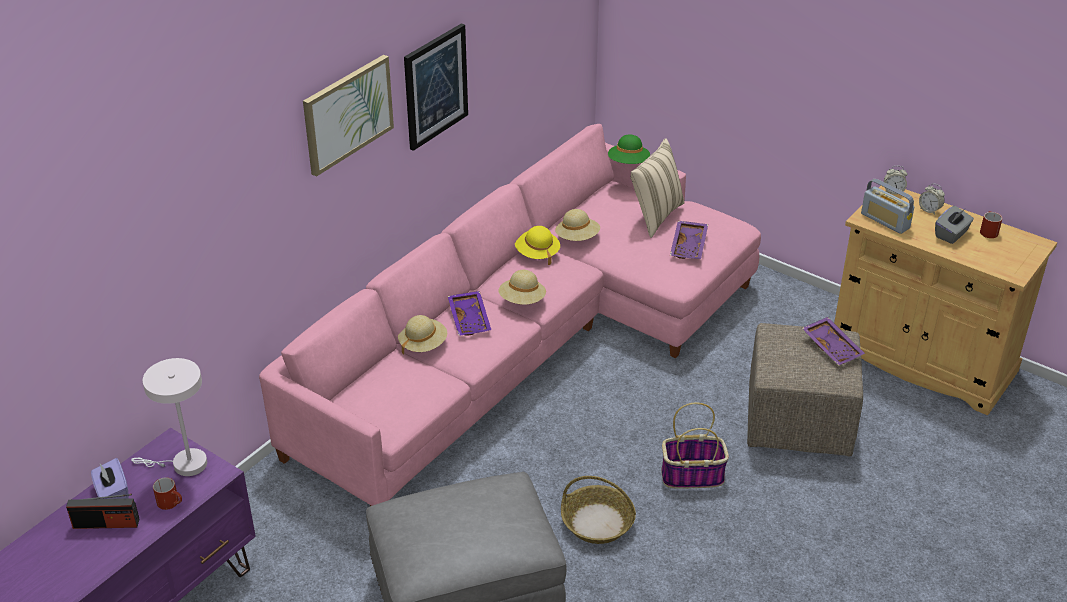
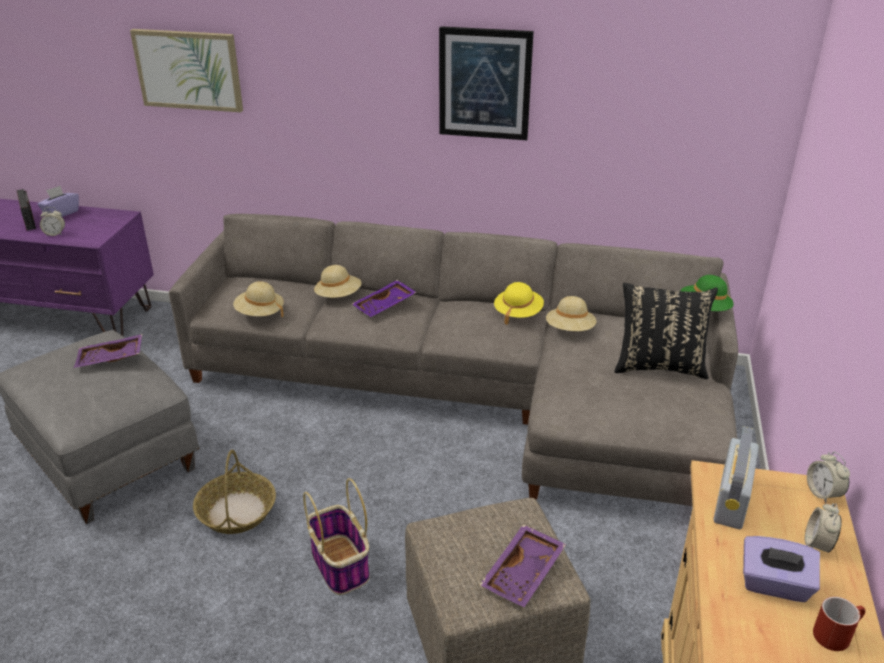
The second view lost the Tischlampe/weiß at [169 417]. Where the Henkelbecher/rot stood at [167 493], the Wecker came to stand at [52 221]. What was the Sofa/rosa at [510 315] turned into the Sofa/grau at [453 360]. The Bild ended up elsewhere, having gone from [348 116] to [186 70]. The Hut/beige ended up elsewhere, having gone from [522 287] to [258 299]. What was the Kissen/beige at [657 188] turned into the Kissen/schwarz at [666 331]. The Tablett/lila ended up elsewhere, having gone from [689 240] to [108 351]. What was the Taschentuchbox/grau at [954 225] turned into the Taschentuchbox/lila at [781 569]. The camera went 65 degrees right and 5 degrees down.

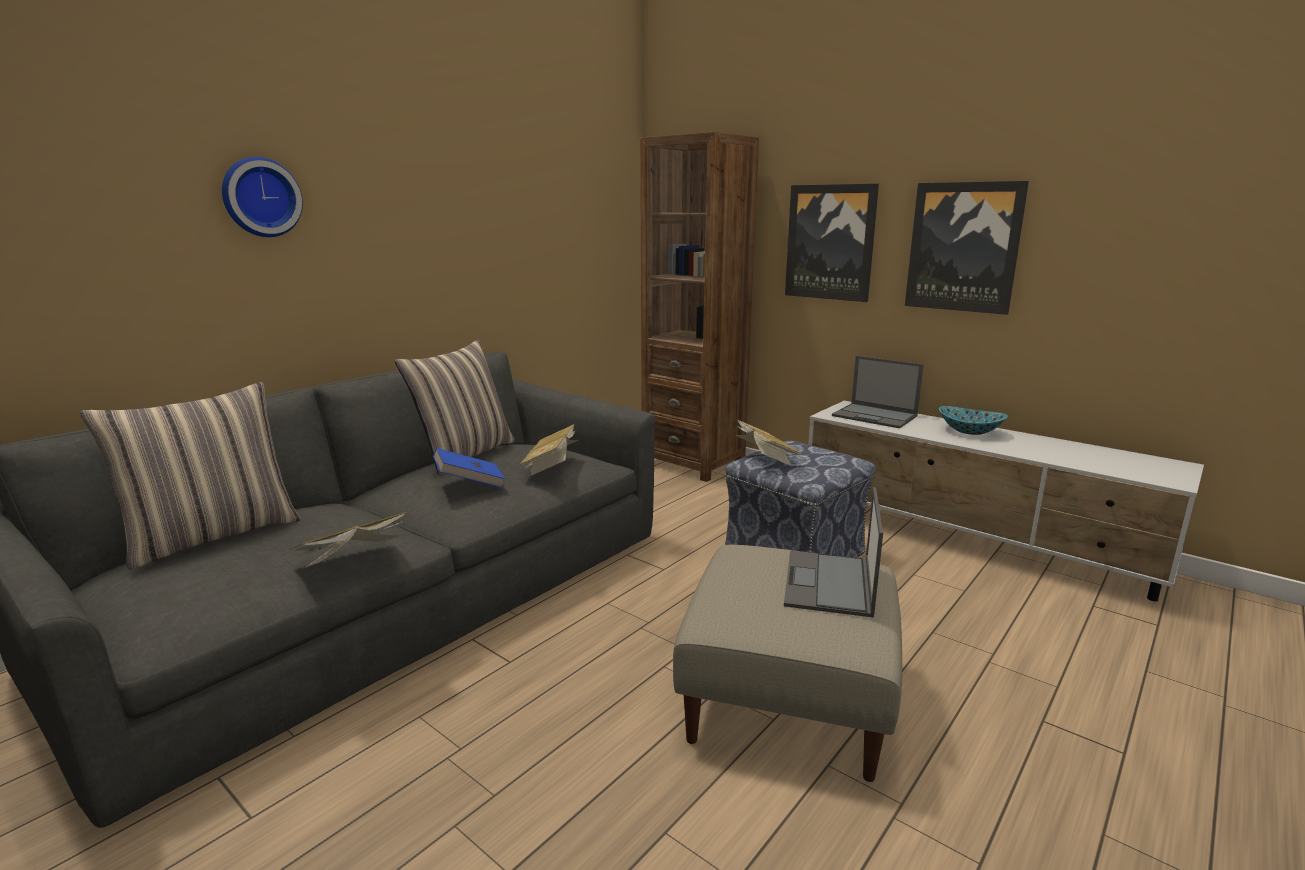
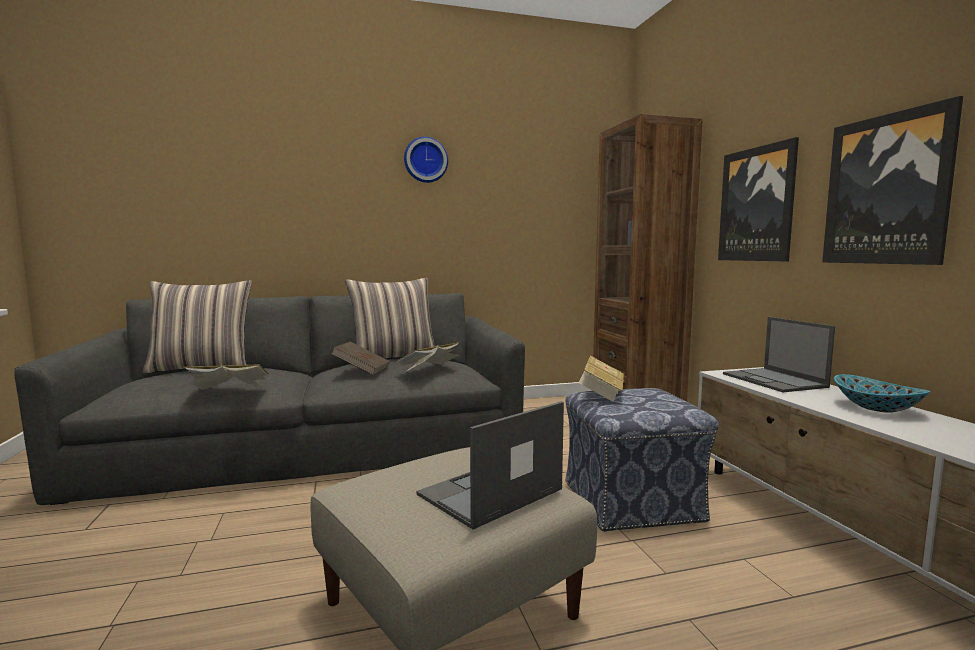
The Wanduhr ended up elsewhere, having gone from [262 197] to [426 160]. What was the Buch/blau at [469 468] turned into the Buch/braun at [360 358]. The camera went 35 degrees right and 10 degrees down.

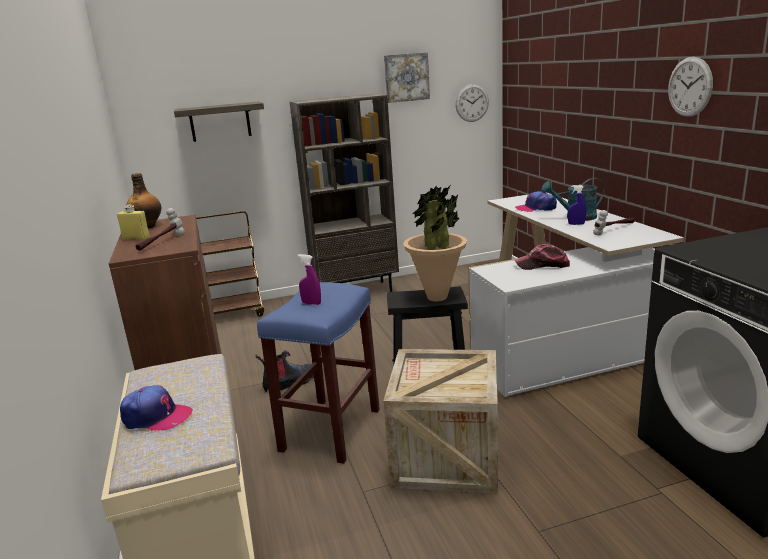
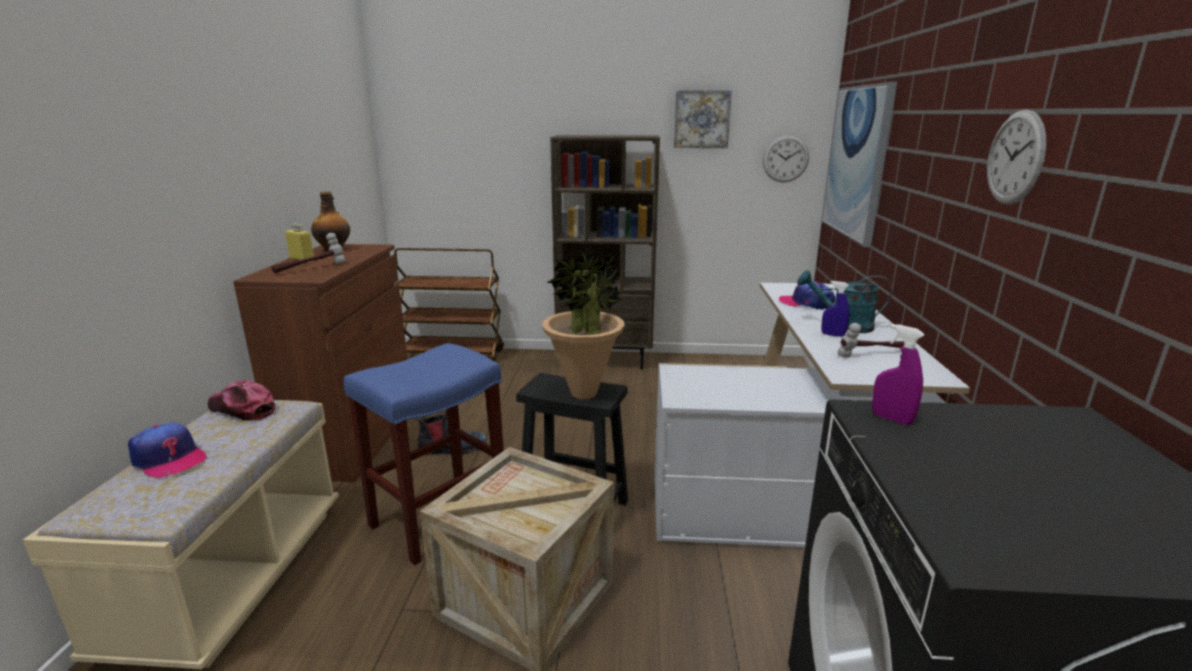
The second view lost the Wandregal at [219 121]. The Sprühflasche/lila ended up elsewhere, having gone from [309 279] to [898 374]. The Kappe ended up elsewhere, having gone from [542 257] to [241 400]. The second view gained the Bild at [859 164]. The camera went 20 degrees right and 0 degrees up.

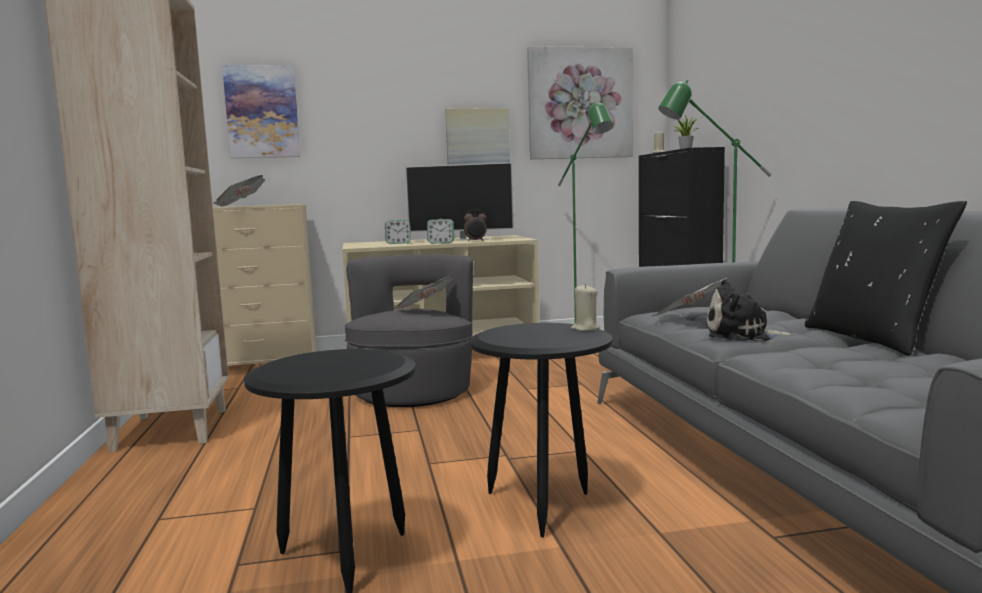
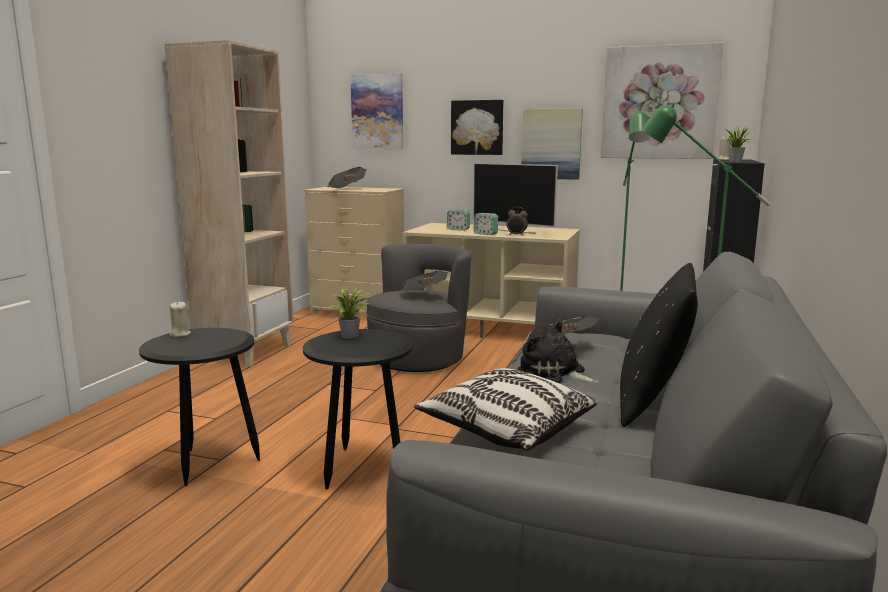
The Kerze/beige ended up elsewhere, having gone from [585 307] to [180 319]. The second view gained the Topfpflanze at [351 313]. The second view gained the Kissen at [506 409]. The second view gained the Bild at [477 127]. The camera went 30 degrees right and 5 degrees up.

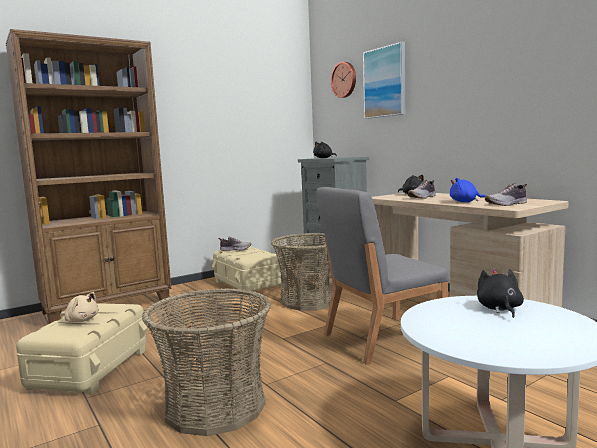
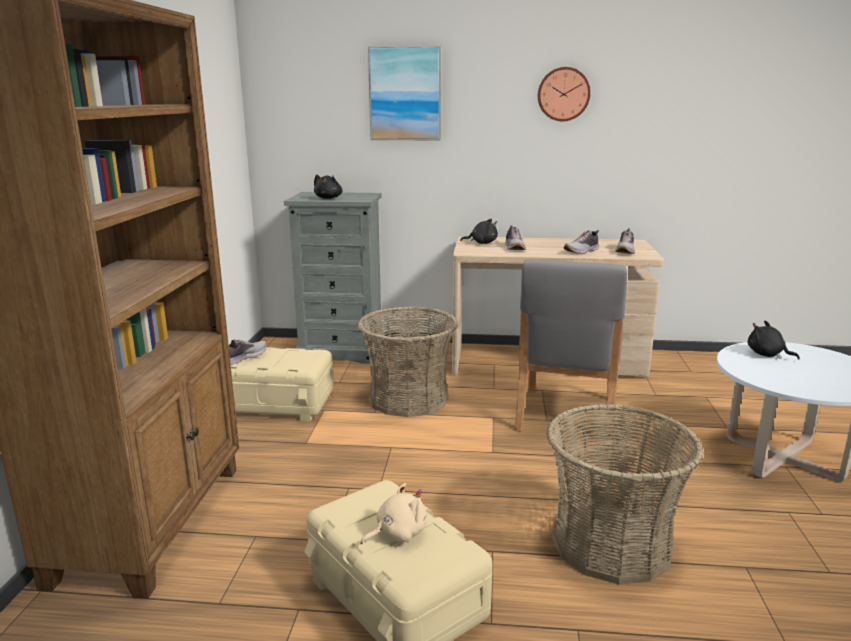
The Wanduhr ended up elsewhere, having gone from [343 80] to [564 94]. Where the Plüschtier/blau stood at [468 190], the Schuh came to stand at [581 242]. The camera went 50 degrees left and 10 degrees up.

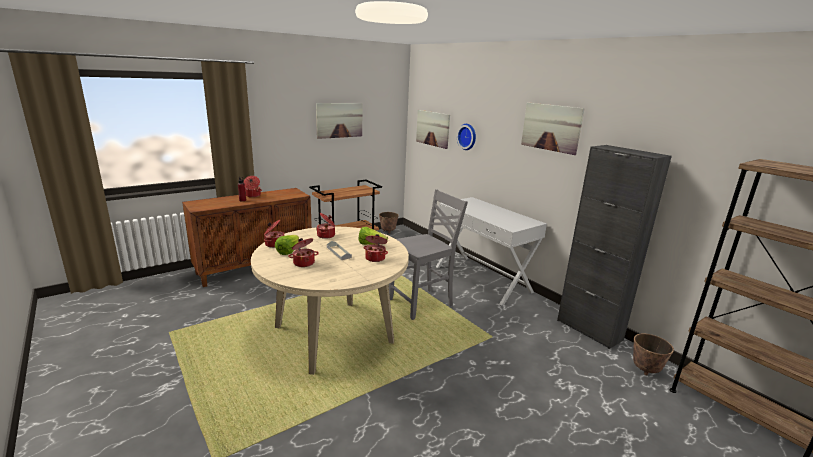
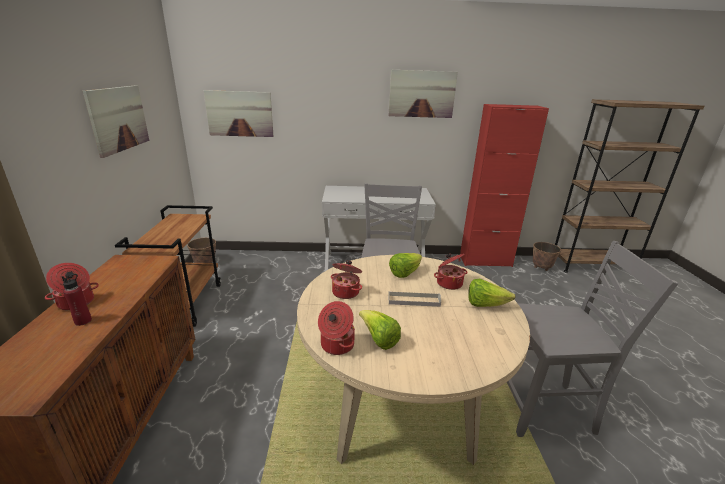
The second view lost the Kochtopf at [303 252]. The second view lost the Wanduhr at [466 137]. What was the Schrank/schwarz at [614 247] turned into the Schrank/rot at [504 185]. The second view gained the Salatkopf at [492 293]. The second view gained the Stuhl/grau at [592 339]. The camera went 55 degrees left and 5 degrees up.

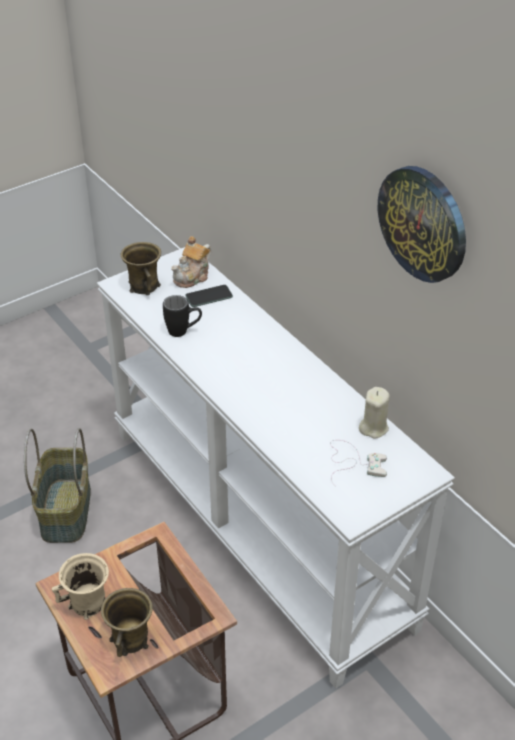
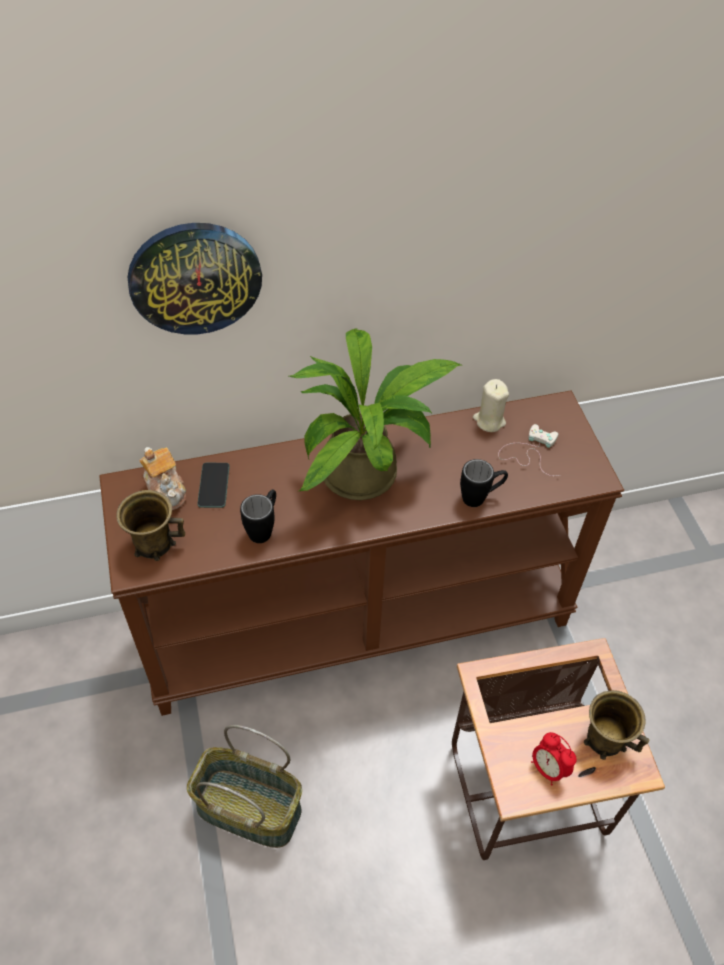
Where the Henkelbecher/beige stood at [80 586], the Wecker came to stand at [554 759]. What was the Konsolentisch/weiß at [276 467] turned into the Konsolentisch/braun at [361 553]. The Wanduhr ended up elsewhere, having gone from [422 224] to [195 278]. The second view gained the Topfpflanze at [375 414]. The second view gained the Henkelbecher/schwarz at [484 483]. The camera went 70 degrees left and 10 degrees up.

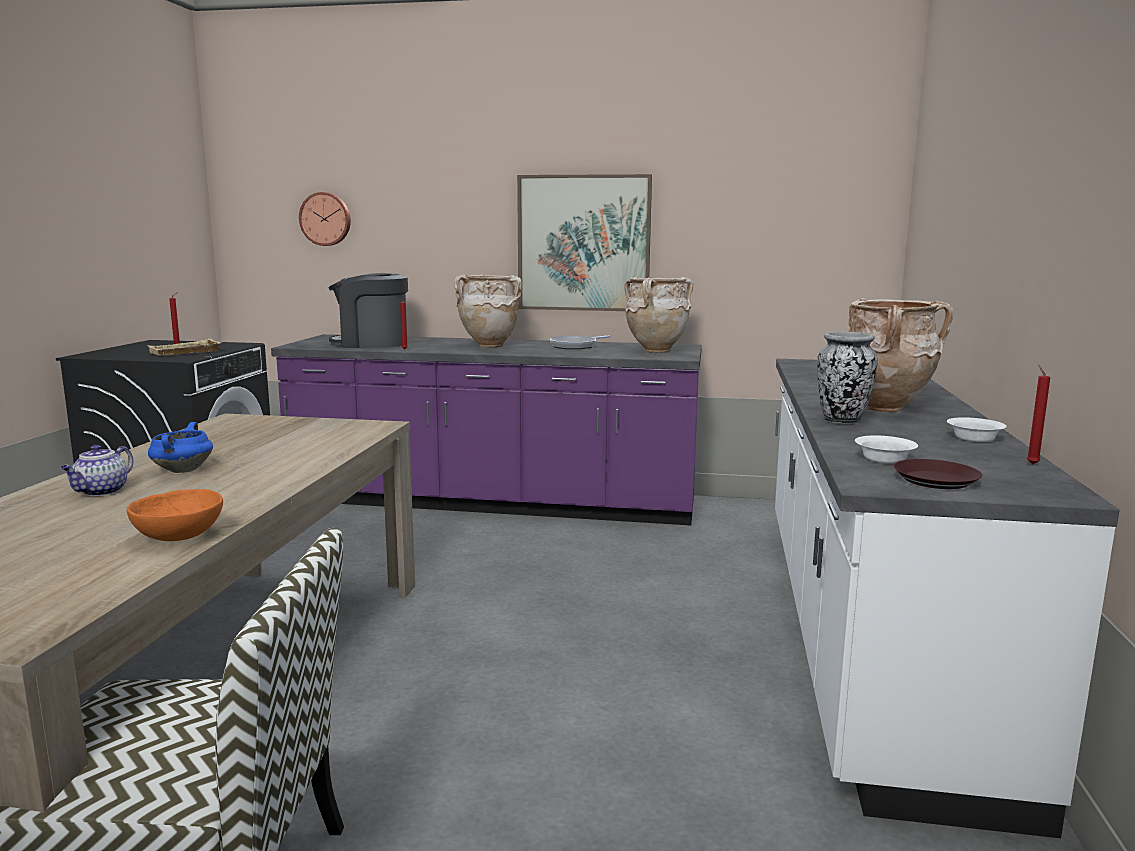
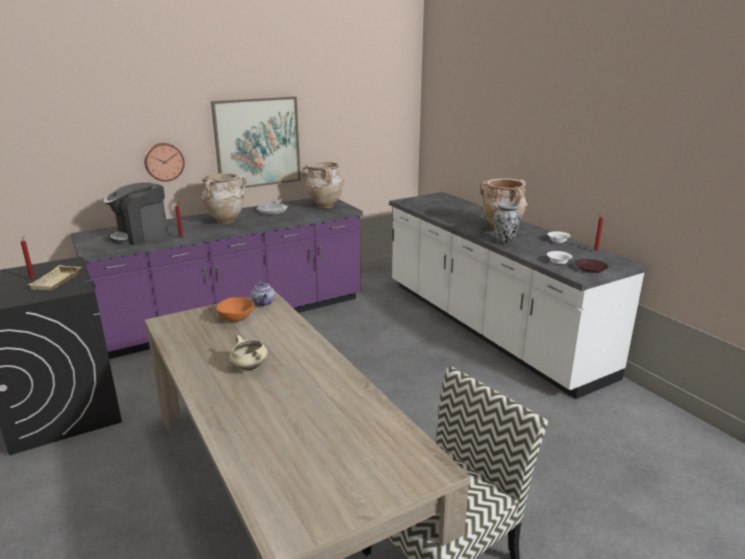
The Teekanne ended up elsewhere, having gone from [97 470] to [263 293]. The Schüssel/orange ended up elsewhere, having gone from [174 515] to [235 309]. What was the Kochtopf/blau at [180 447] turned into the Kochtopf/beige at [248 352]. The Wanduhr ended up elsewhere, having gone from [325 219] to [164 162]. The camera went 40 degrees left and 10 degrees up.

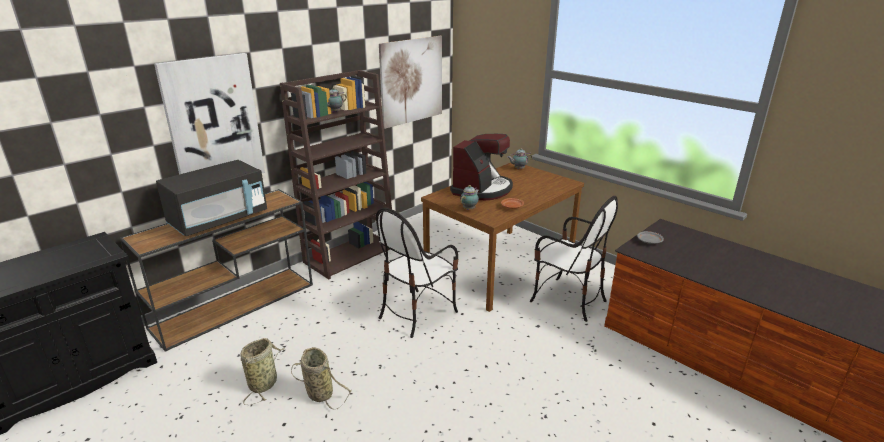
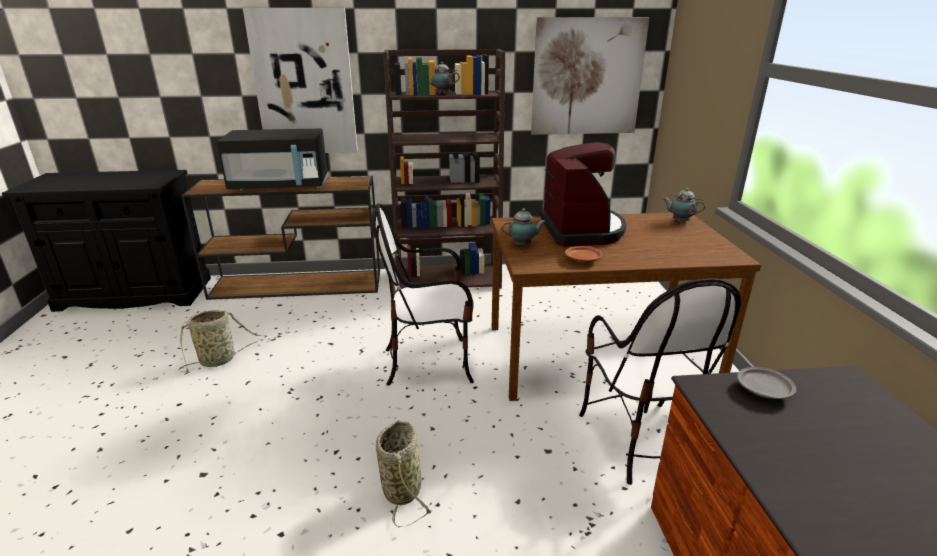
The Korb ended up elsewhere, having gone from [321 378] to [404 474]. The Kaffeemaschine at [481 167] ended up facing another way, 75 degrees counterclockwise from before. The camera went 40 degrees right and 0 degrees up.

